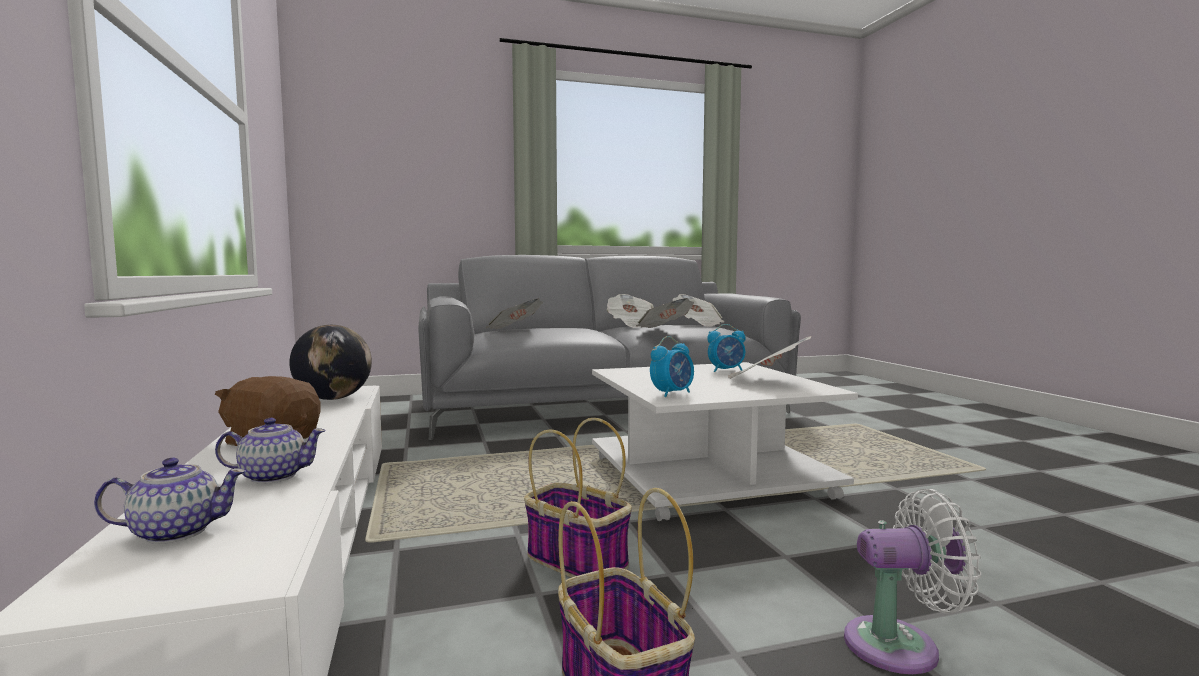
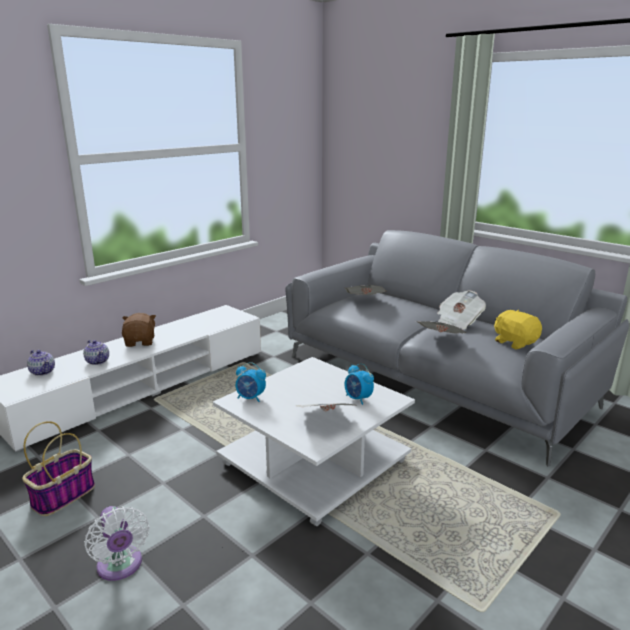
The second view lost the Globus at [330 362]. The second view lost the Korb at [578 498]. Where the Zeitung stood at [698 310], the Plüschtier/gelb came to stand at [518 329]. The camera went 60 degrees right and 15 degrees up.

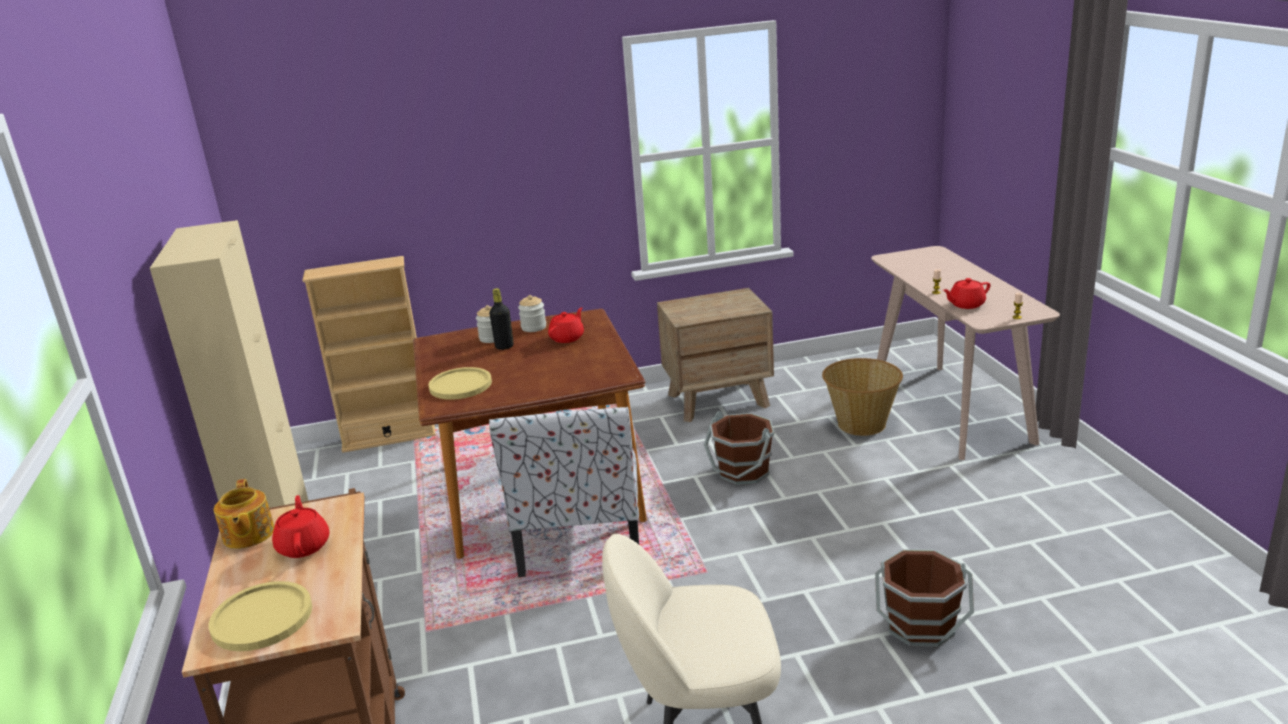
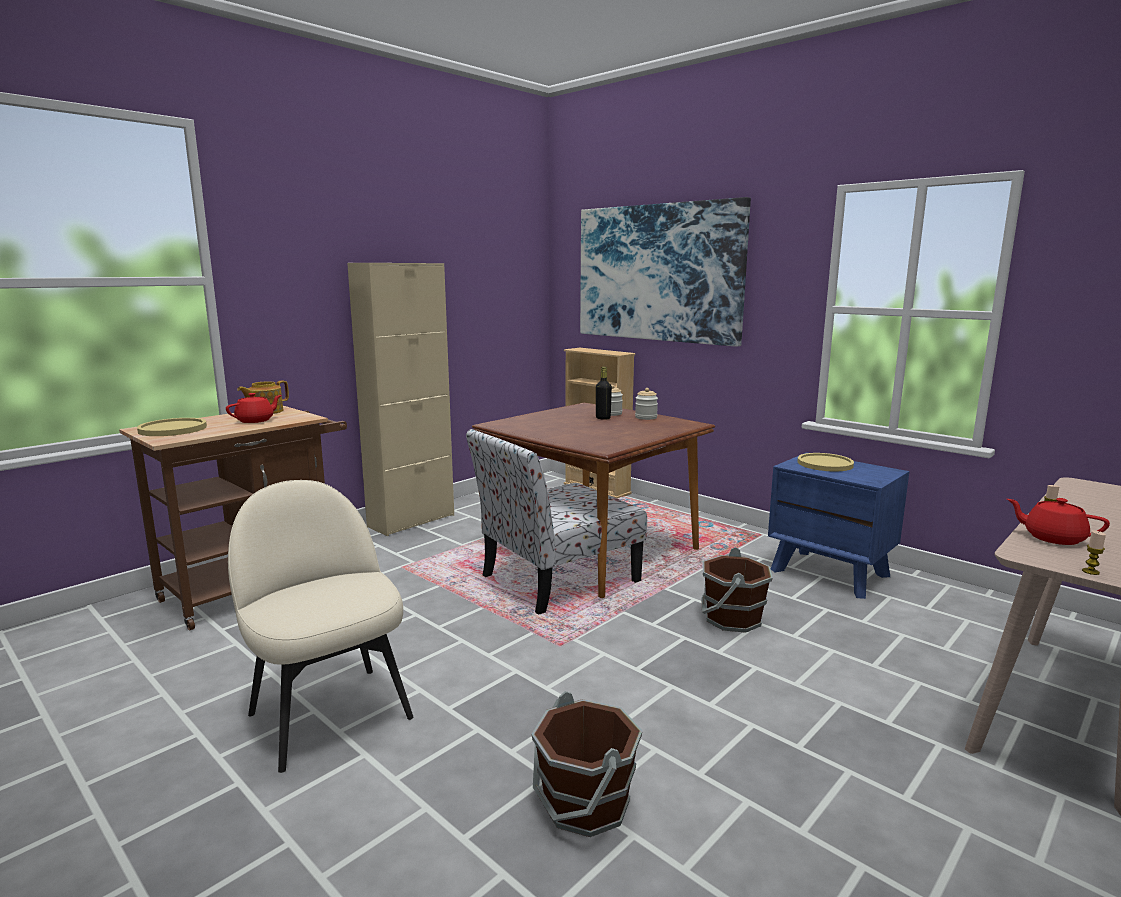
The Teller/gelb ended up elsewhere, having gone from [460 383] to [825 462]. The second view lost the Teekanne/rot at [566 325]. What was the Nachttisch/braun at [715 355] turned into the Nachttisch/blau at [838 525]. The second view lost the Korb at [862 397]. The second view gained the Bild at [665 272]. The camera went 55 degrees right and 10 degrees down.

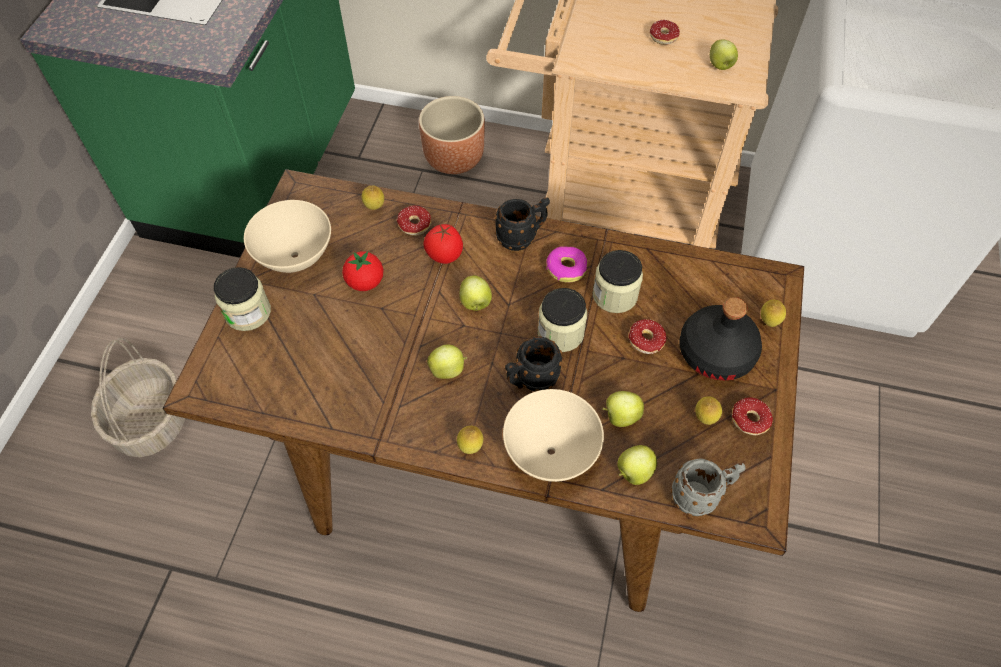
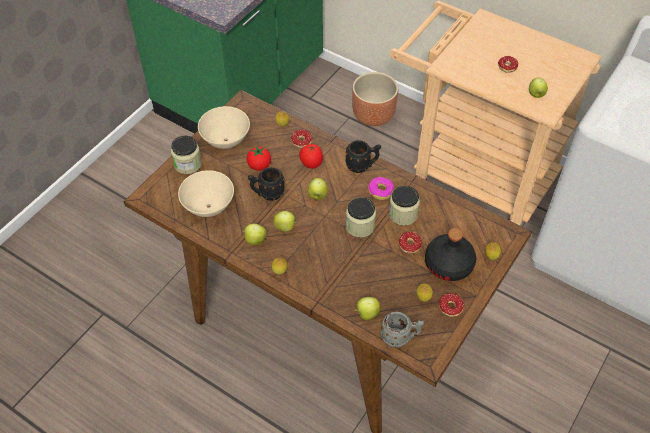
The second view lost the Korb at [138 397]. The Schüssel/beige ended up elsewhere, having gone from [553 435] to [206 193]. The Henkelbecher/schwarz ended up elsewhere, having gone from [533 363] to [266 184]. The Apfel ended up elsewhere, having gone from [623 409] to [255 234]. The camera went 20 degrees right and 5 degrees down.

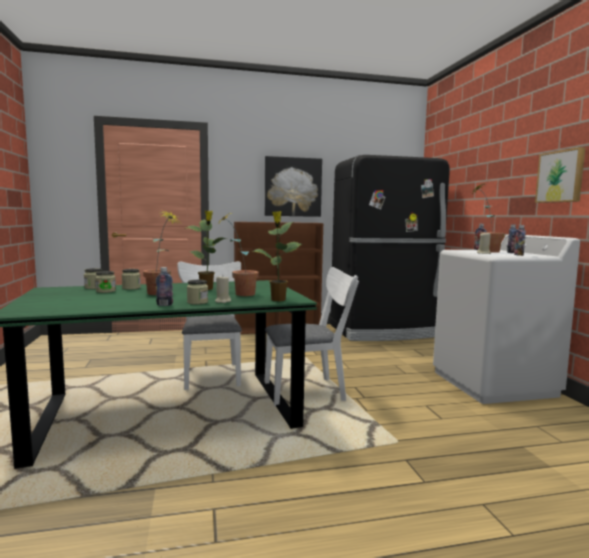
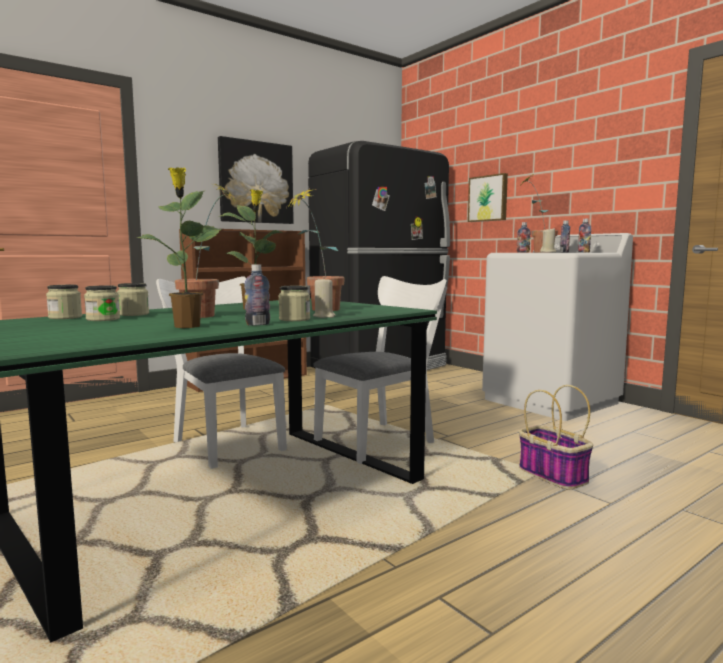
The Topfpflanze ended up elsewhere, having gone from [277 256] to [179 247]. The Bild ended up elsewhere, having gone from [560 175] to [488 197]. The second view gained the Korb at [556 437]. The camera went 25 degrees left and 0 degrees up.

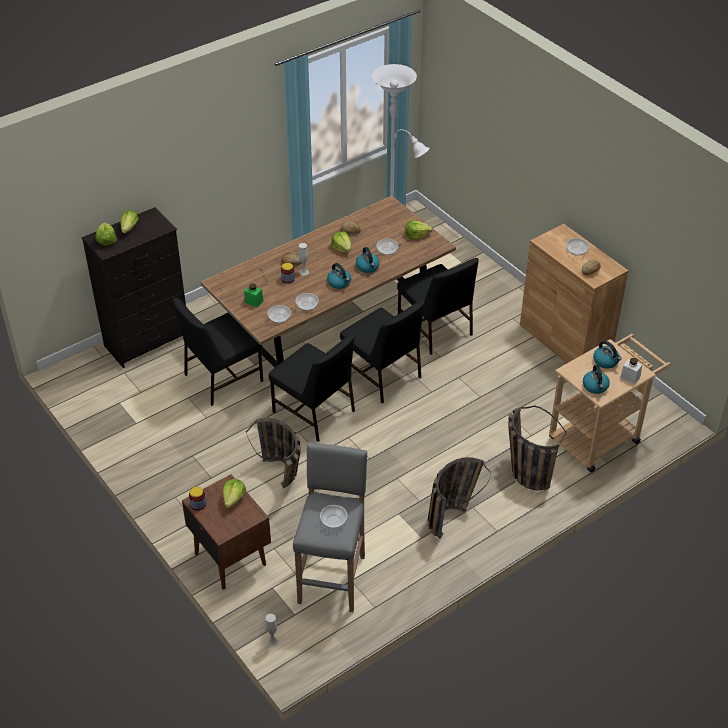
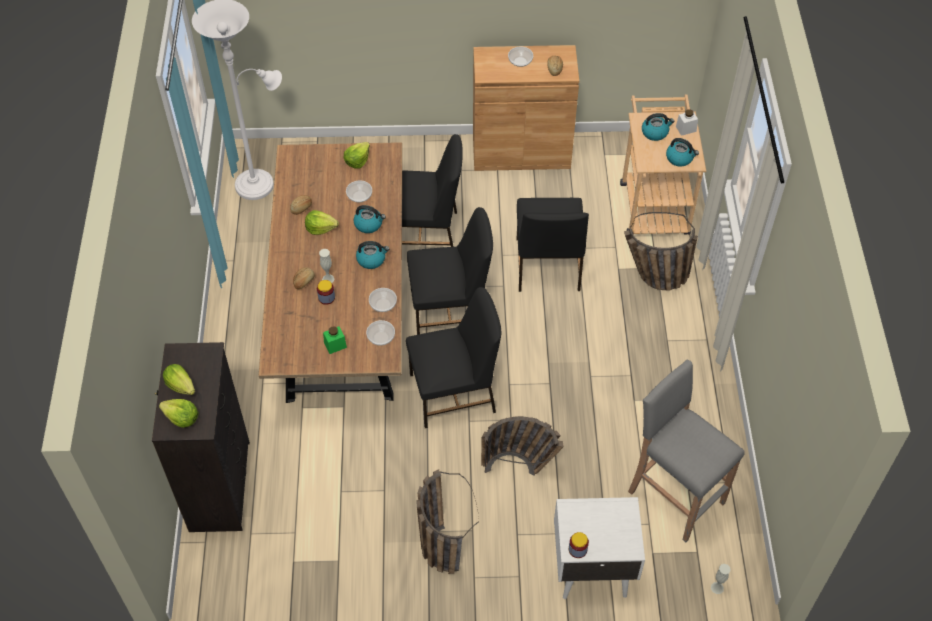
The Stuhl/schwarz ended up elsewhere, having gone from [218 351] to [553 245]. What was the Nachttisch/braun at [226 532] turned into the Nachttisch/weiß at [599 548]. The second view lost the Salatkopf at [234 493]. The second view lost the Schüssel at [334 516]. The Korb ended up elsewhere, having gone from [459 498] to [447 522]. The camera went 55 degrees left and 10 degrees up.

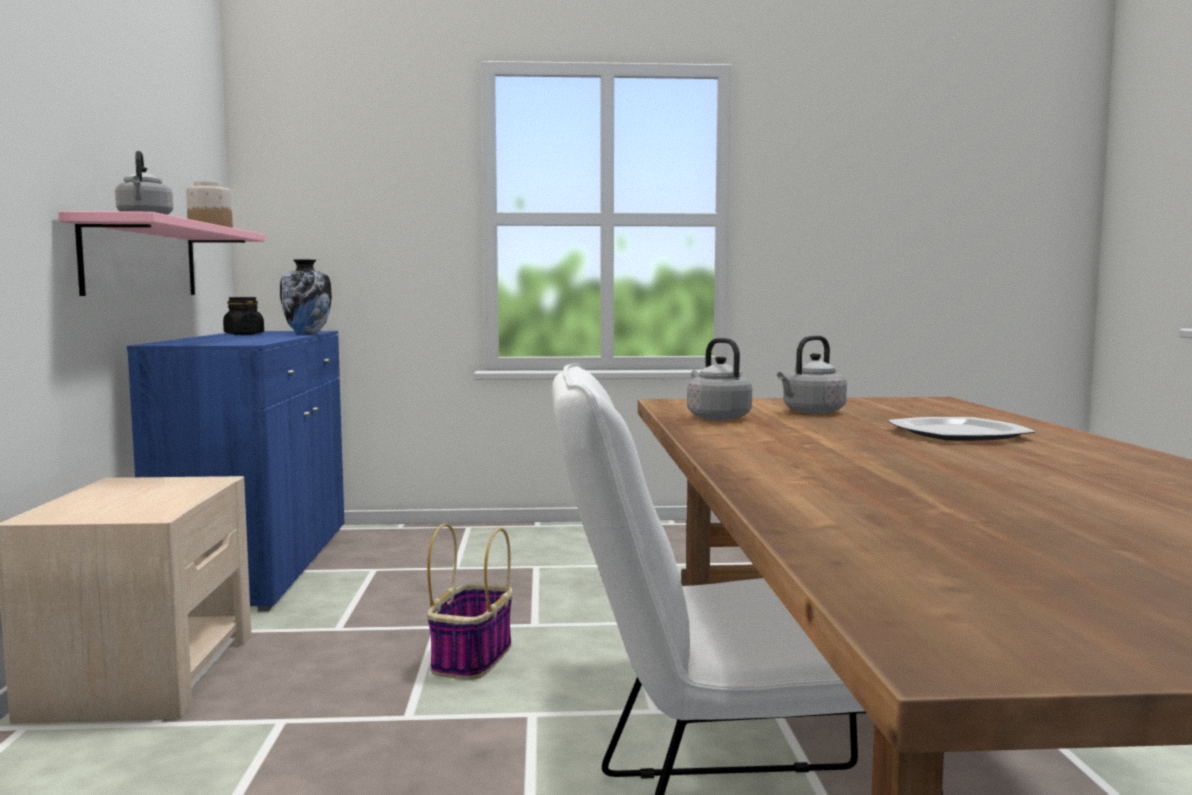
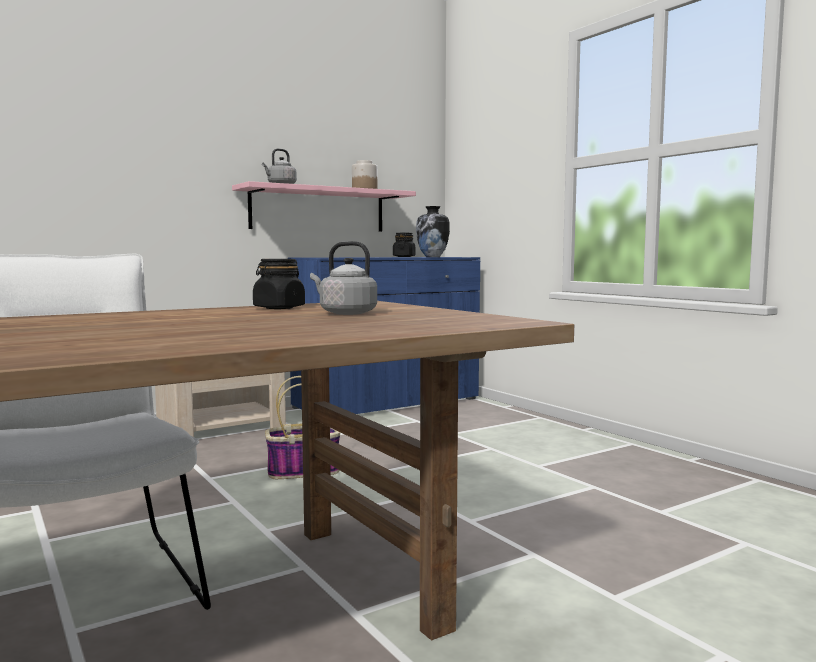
Where the Wasserkessel/grau stood at [719 379], the Vorratsglas/schwarz came to stand at [279 284]. The second view lost the Teller at [961 429]. The camera went 60 degrees right and 0 degrees up.

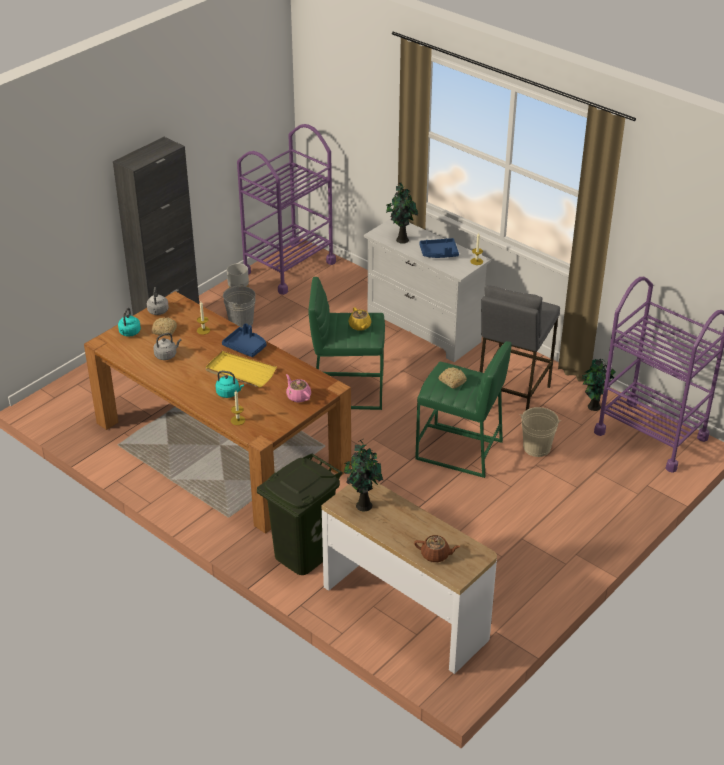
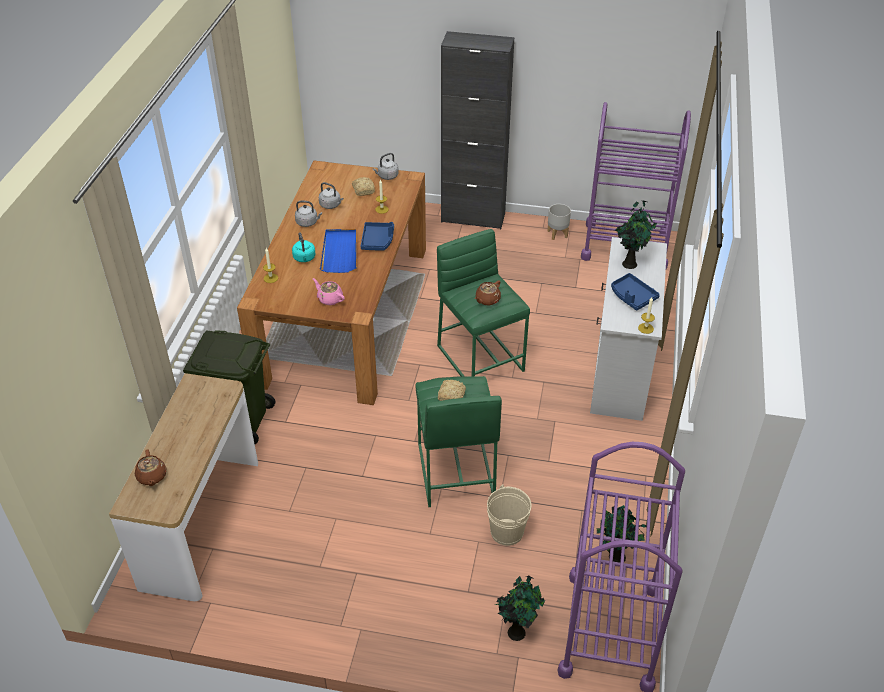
The second view lost the Wasserkessel/türkis at [129 322]. What was the Tablett/gelb at [241 369] turned into the Tablett/blau at [338 251]. The second view lost the Eimer/grau at [239 306]. The Teekanne/rosa at [298 388] ended up facing another way, 75 degrees counterclockwise from before. The Topfpflanze ended up elsewhere, having gone from [363 475] to [519 608]. What was the Teekanne/gelb at [359 319] turned into the Teekanne/braun at [488 292]. The second view lost the Hocker/grau at [519 347]. The second view gained the Wasserkessel/grau at [308 214]. The camera went 60 degrees right and 5 degrees up.

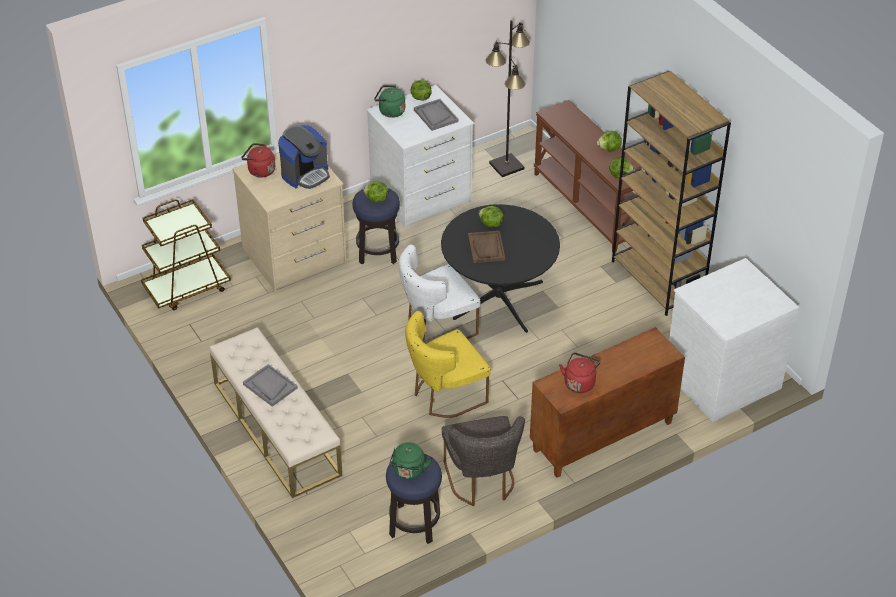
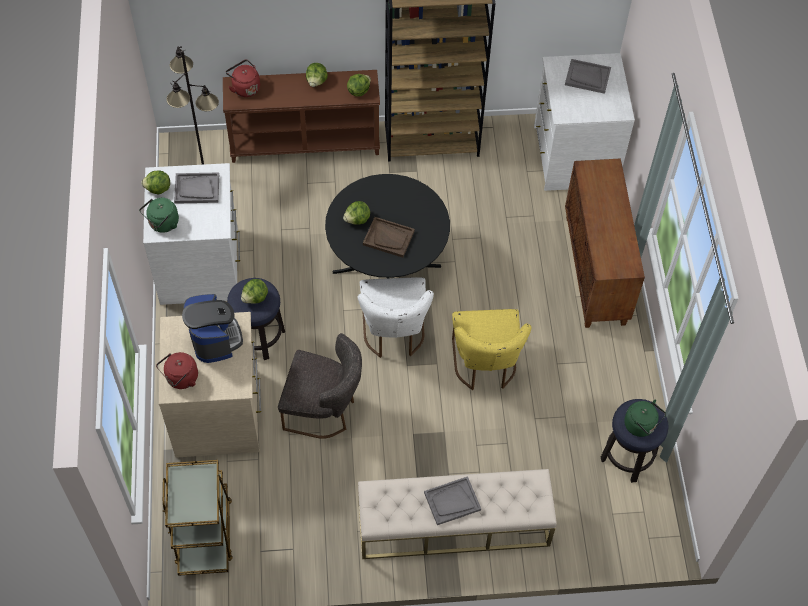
The Stuhl/grau ended up elsewhere, having gone from [483 461] to [320 386]. The Wasserkessel/rot ended up elsewhere, having gone from [579 372] to [243 78]. The second view gained the Tablett/grau at [588 76]. The camera went 65 degrees left and 15 degrees up.

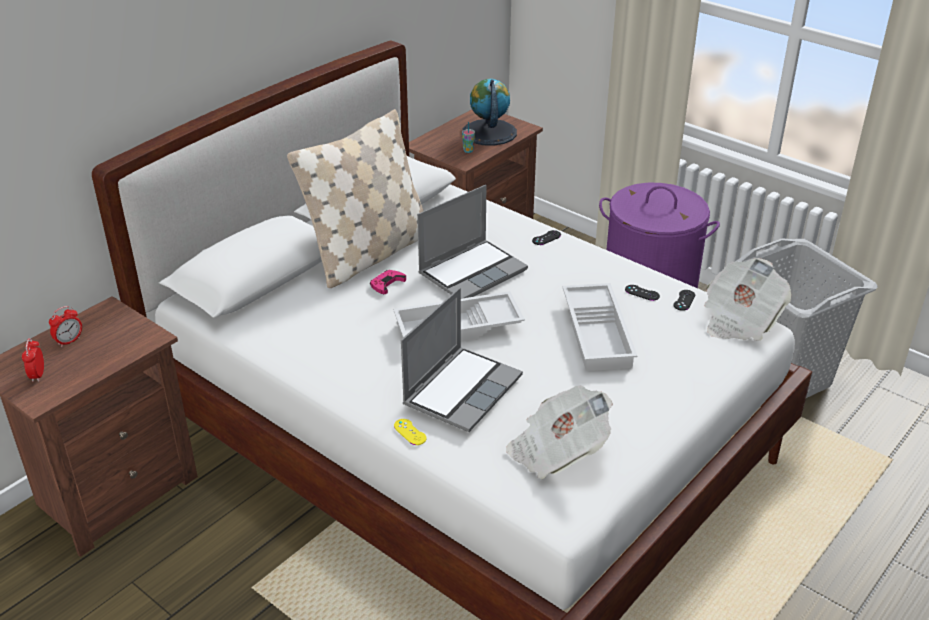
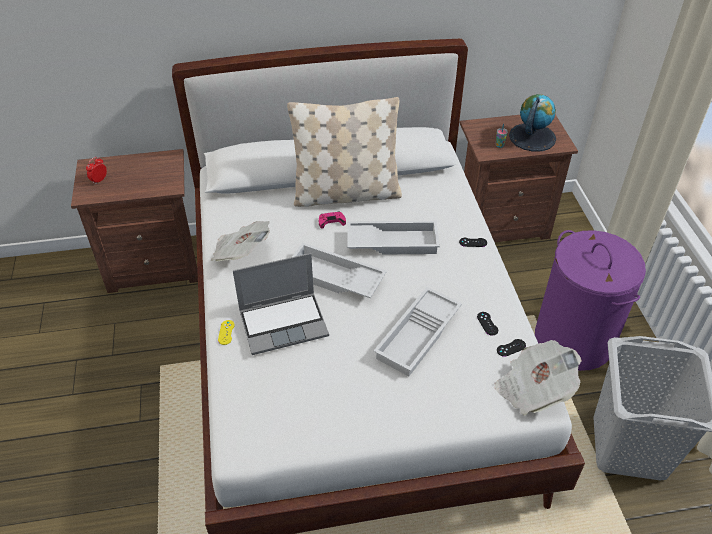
The second view lost the Wecker at [65 326]. Where the Laptop stood at [472 242], the Tablett/weiß came to stand at [393 238]. The Zeitung ended up elsewhere, having gone from [559 432] to [240 241]. The camera went 40 degrees right and 10 degrees up.

